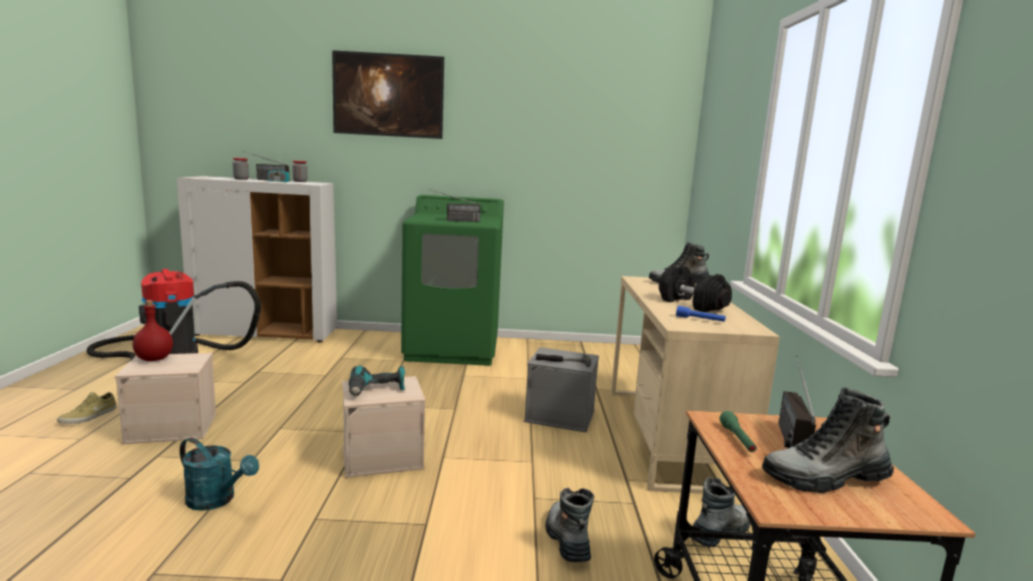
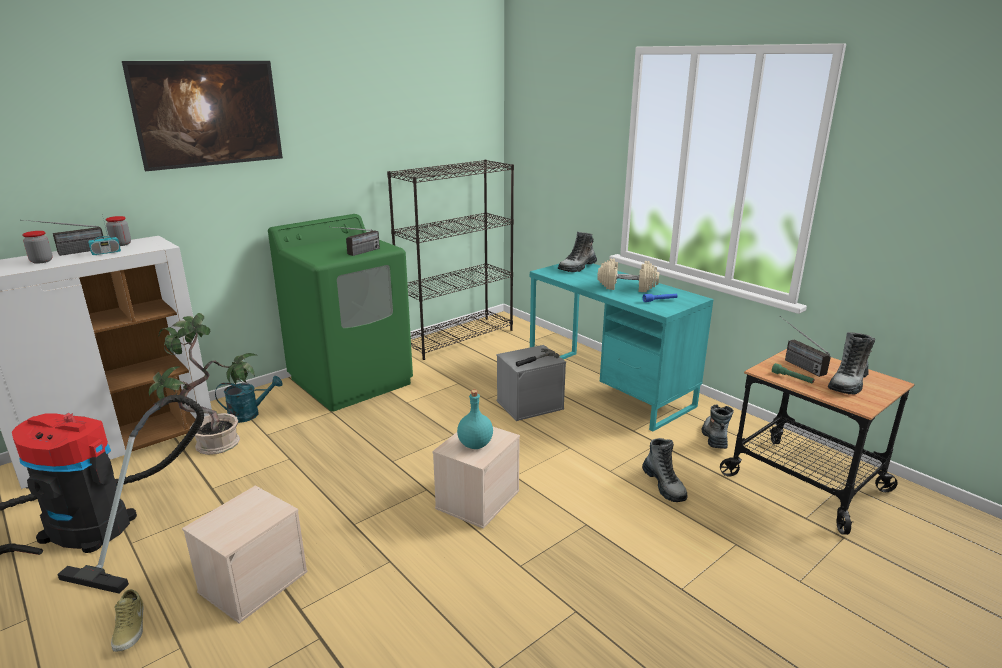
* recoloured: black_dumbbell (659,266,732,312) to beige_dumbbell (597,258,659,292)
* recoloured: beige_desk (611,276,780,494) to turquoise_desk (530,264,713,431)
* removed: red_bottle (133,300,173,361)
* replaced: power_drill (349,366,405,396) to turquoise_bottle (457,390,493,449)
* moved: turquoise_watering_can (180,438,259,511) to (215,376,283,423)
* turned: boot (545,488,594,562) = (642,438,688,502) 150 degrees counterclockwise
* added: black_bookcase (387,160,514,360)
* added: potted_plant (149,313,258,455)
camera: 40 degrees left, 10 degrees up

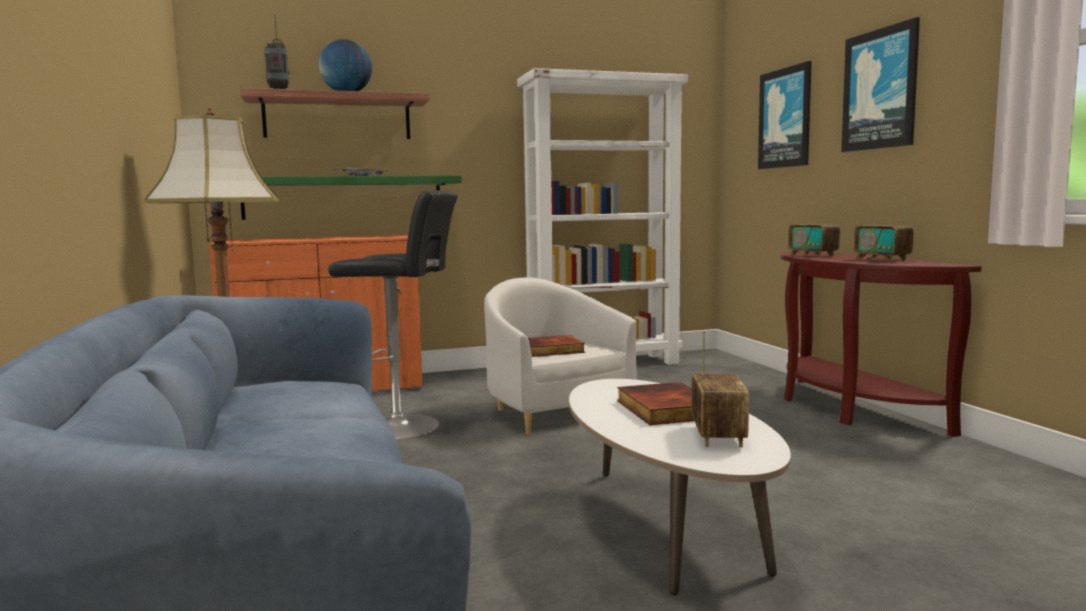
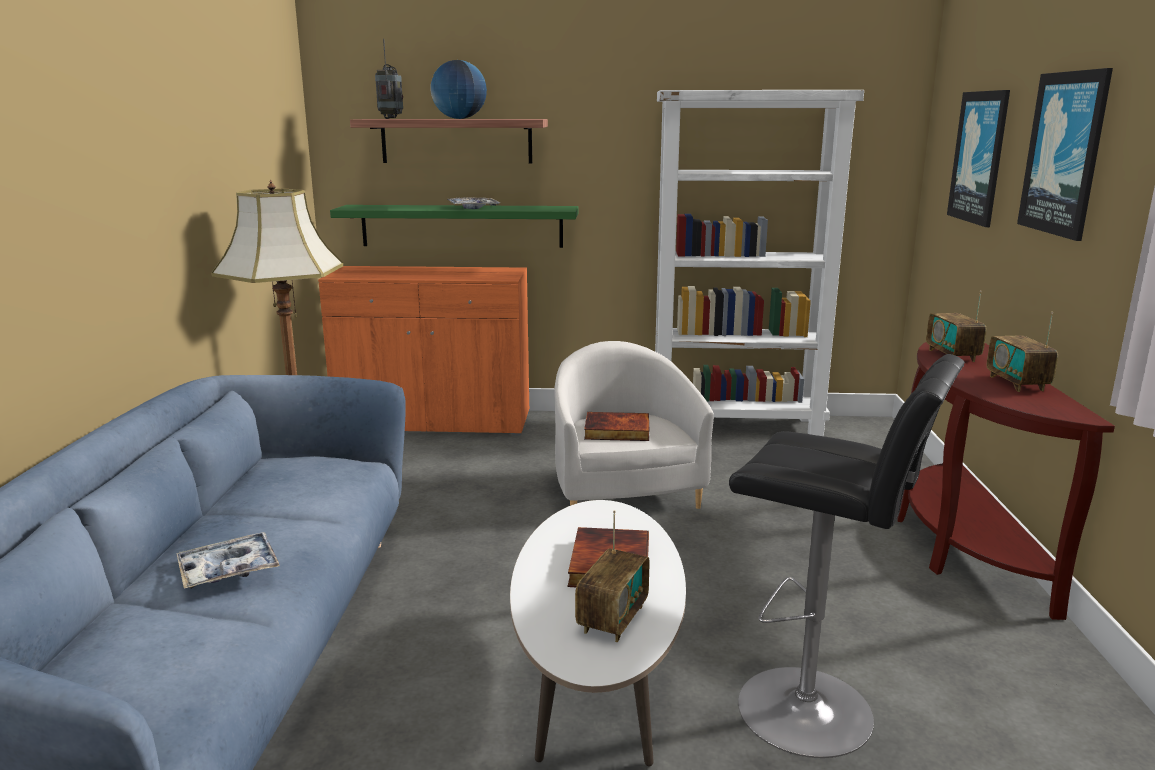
* moved: black_stool (328,190,458,440) to (729,354,965,758)
* added: tray (176,532,280,589)
camera: 20 degrees right, 10 degrees up

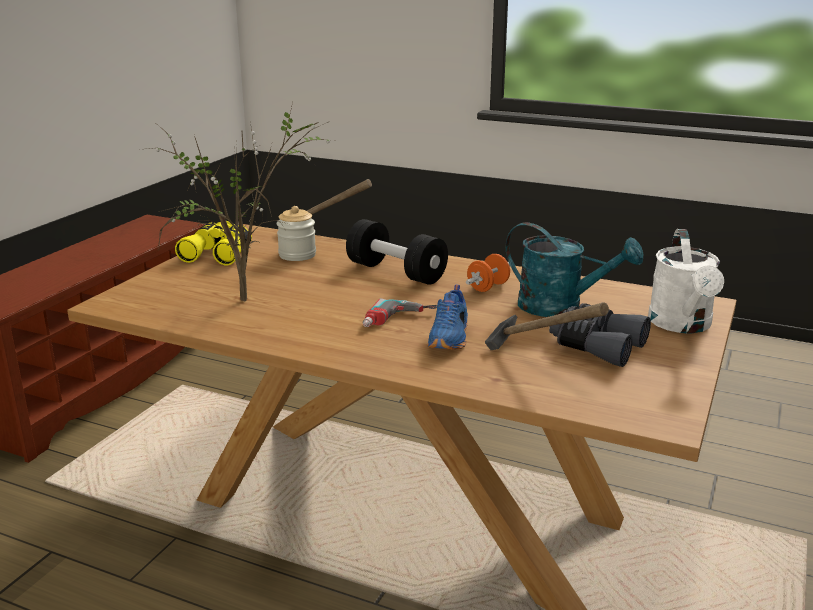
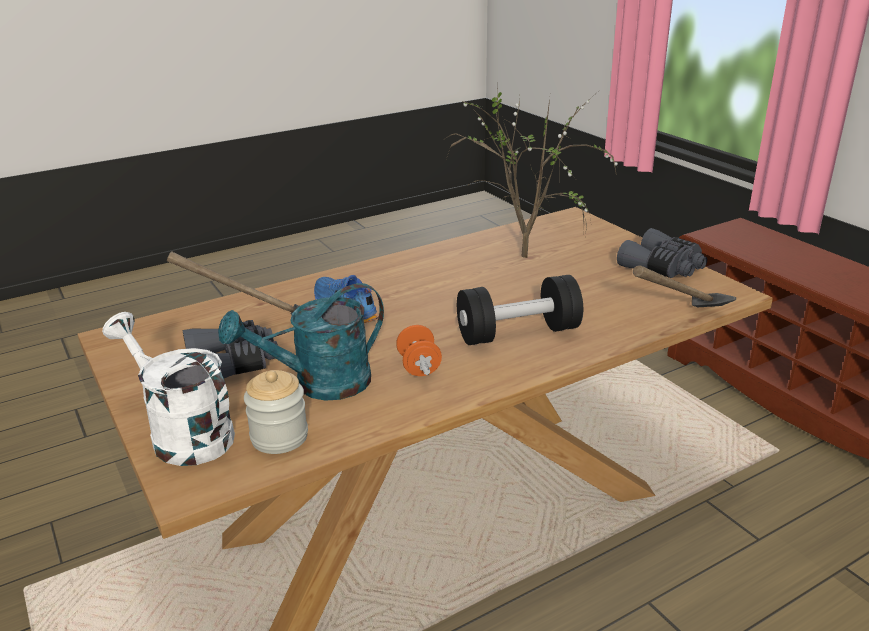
* moved: jar (277,206,316,261) to (244,370,308,454)
* recoloured: yellow_binoculars (175,221,252,265) to grey_binoculars (617,228,707,278)
* removed: power_drill (363,298,437,327)
camera: 125 degrees right, 5 degrees up

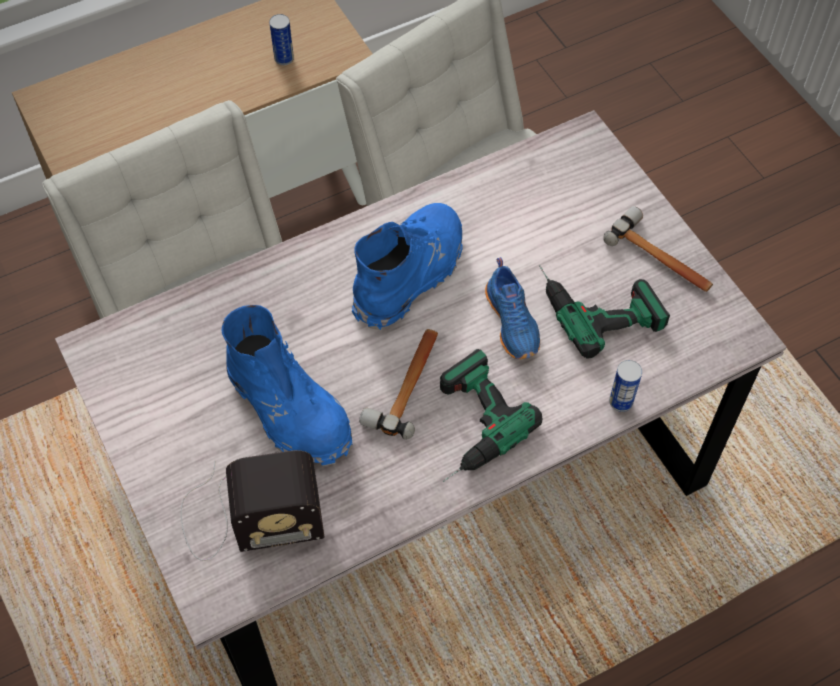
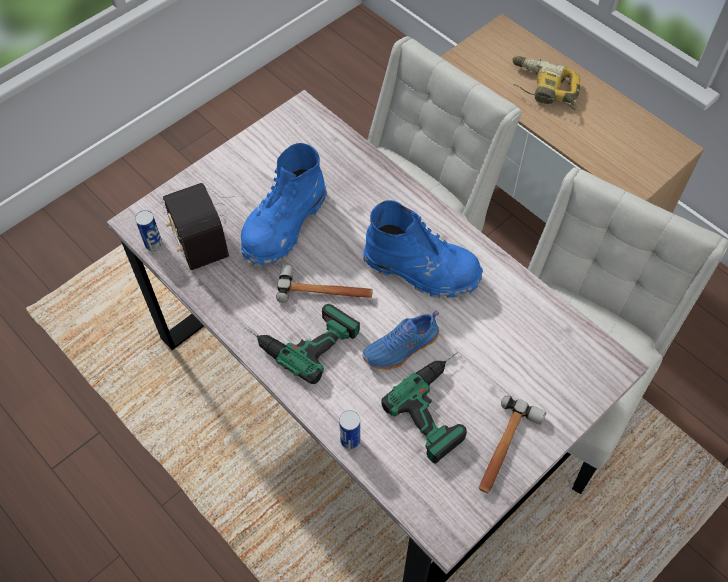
* moved: can (269,14,294,65) to (135,210,162,251)
* added: power_drill (512,56,580,110)
camera: 75 degrees right, 0 degrees up

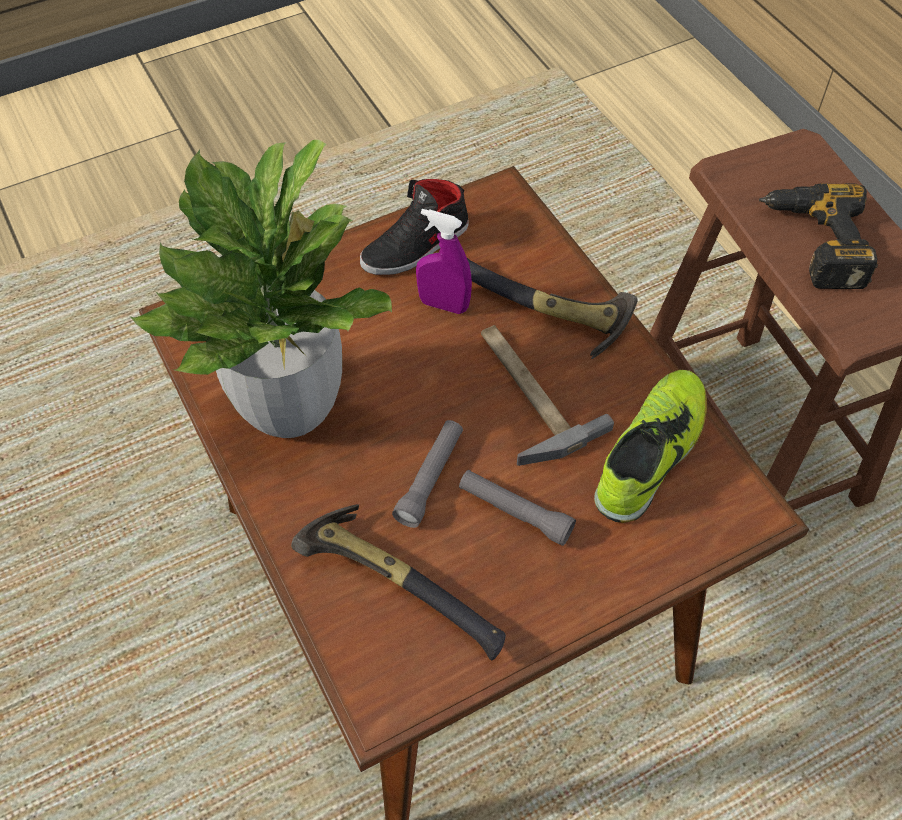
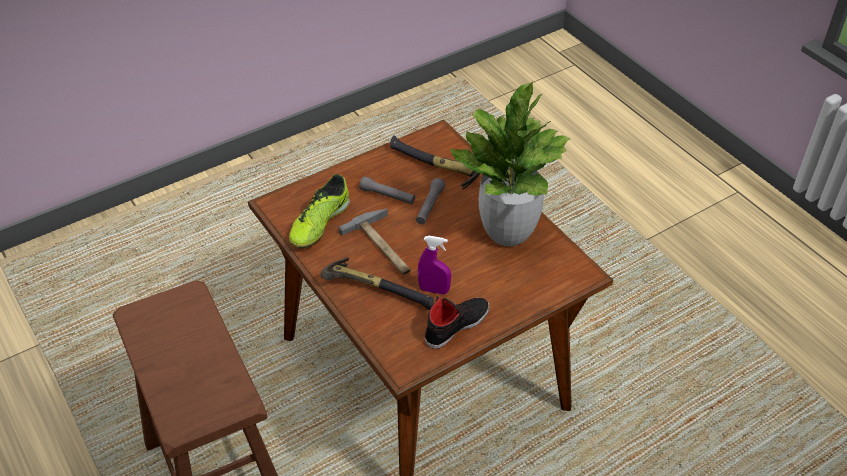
* removed: power_drill (759,183,878,289)
camera: 175 degrees right, 10 degrees down

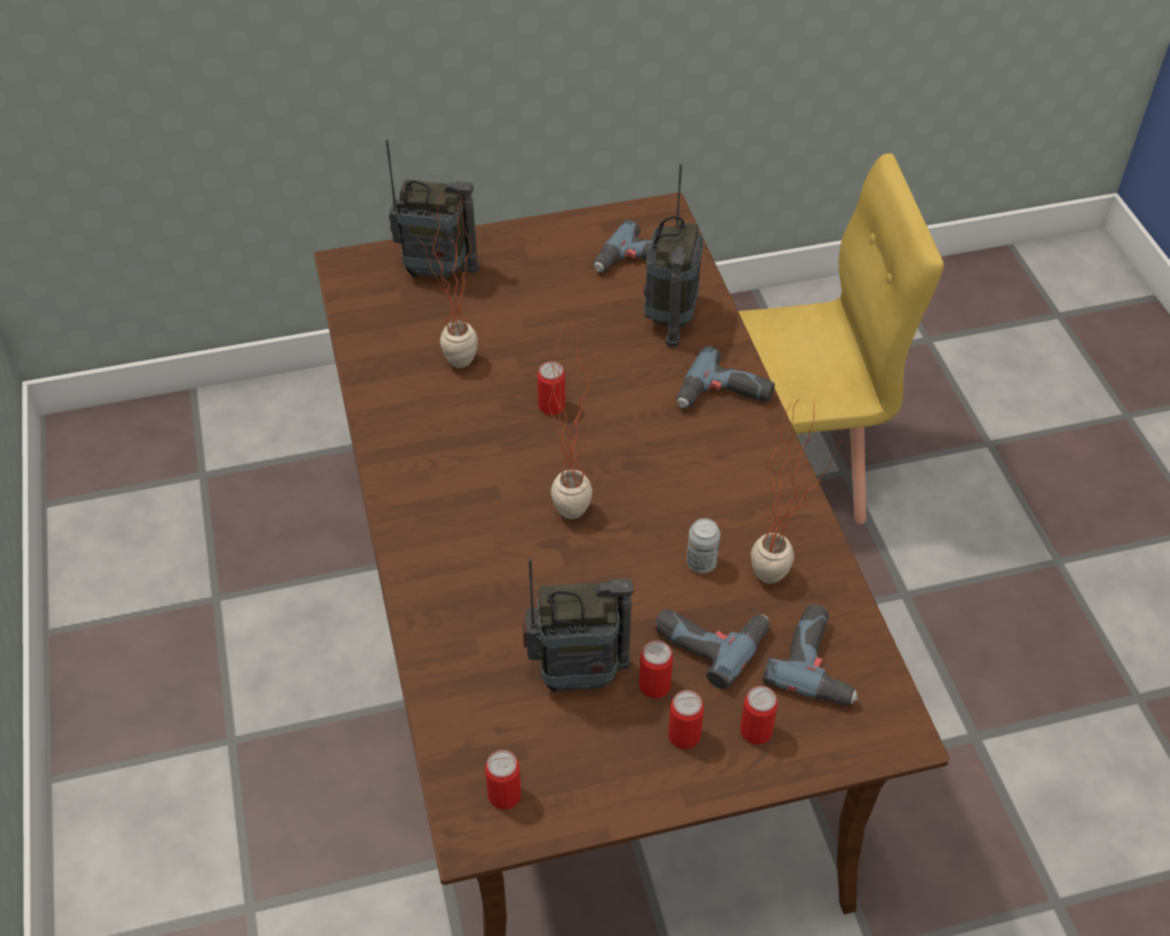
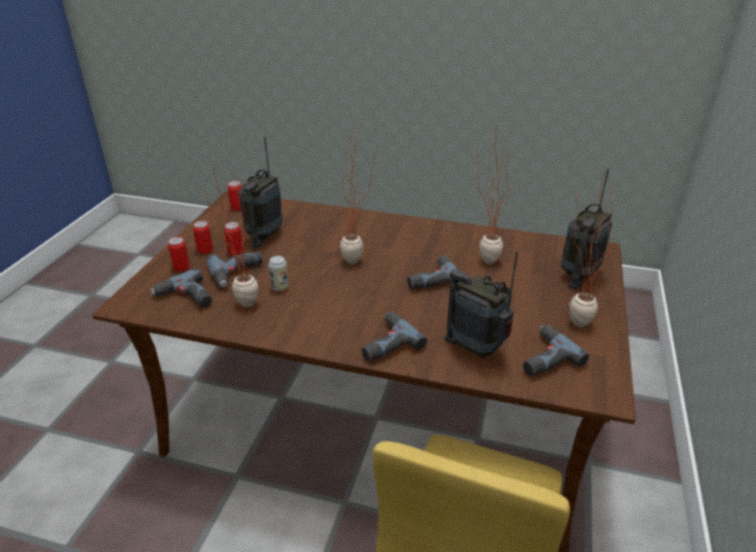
* replaced: can (537,361,566,415) to power_drill (407,255,459,289)
* added: potted_plant (569,175,619,327)
camera: 120 degrees right, 15 degrees down

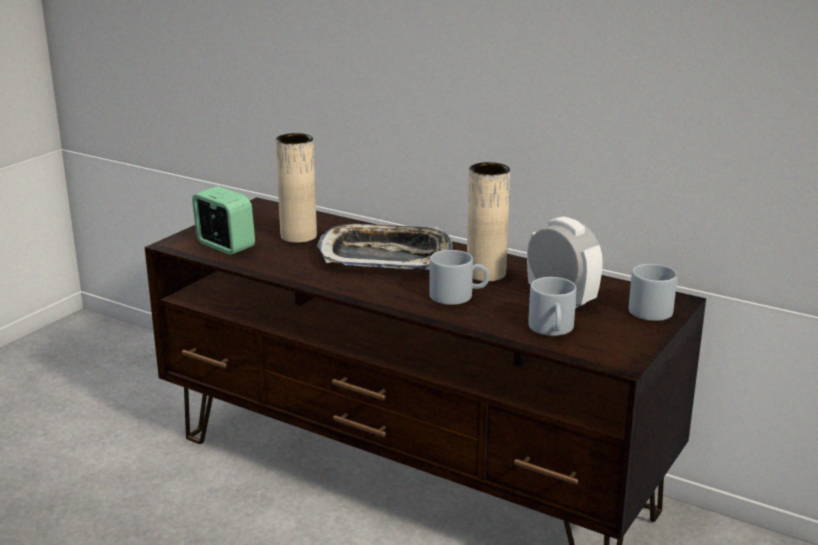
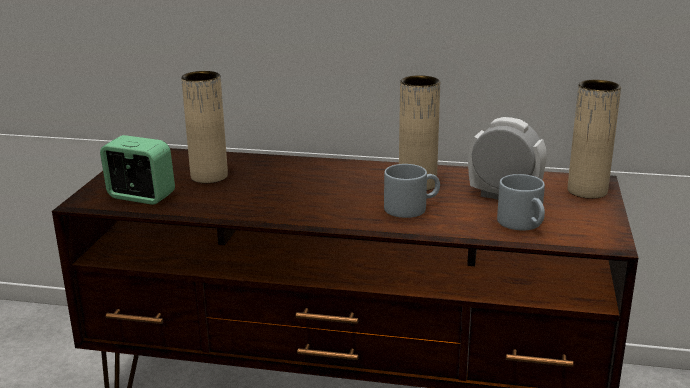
* removed: tray (317,224,453,270)
* replaced: grey_mug (629,264,677,321) to beige_vase (568,80,621,199)
camera: 20 degrees left, 0 degrees up

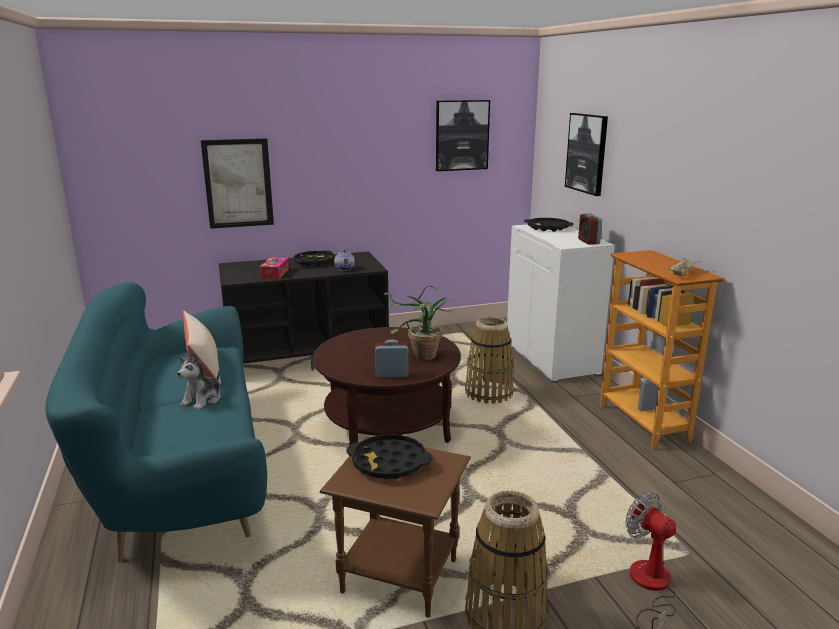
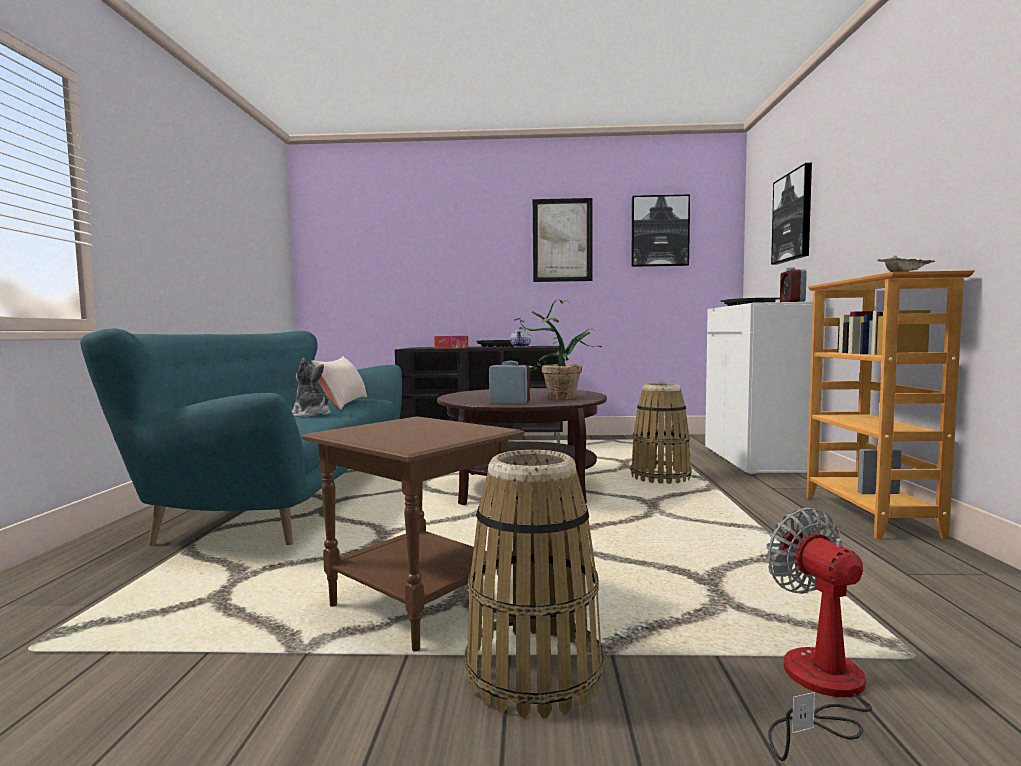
* moved: picture (201,138,274,229) to (533,198,593,282)
* turned: plush_toy (177,353,221,410) = (292,358,331,417) 90 degrees clockwise
* removed: black_tray (346,434,433,479)
camera: 20 degrees right, 15 degrees down

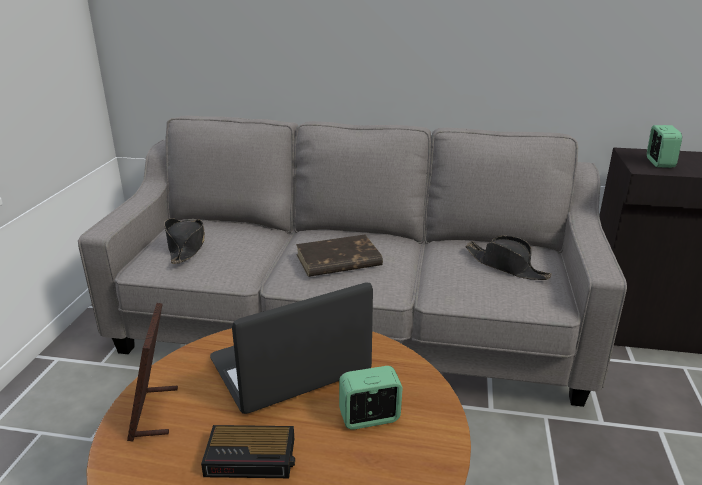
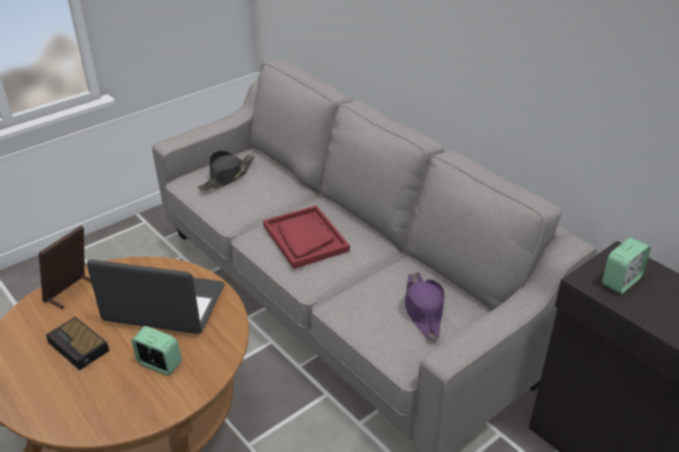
* replaced: brown_book (296,235,383,277) to red_tray (263,205,350,269)
* recoloured: black_hat (465,236,552,280) to purple_hat (405,272,445,340)
camera: 40 degrees right, 10 degrees up

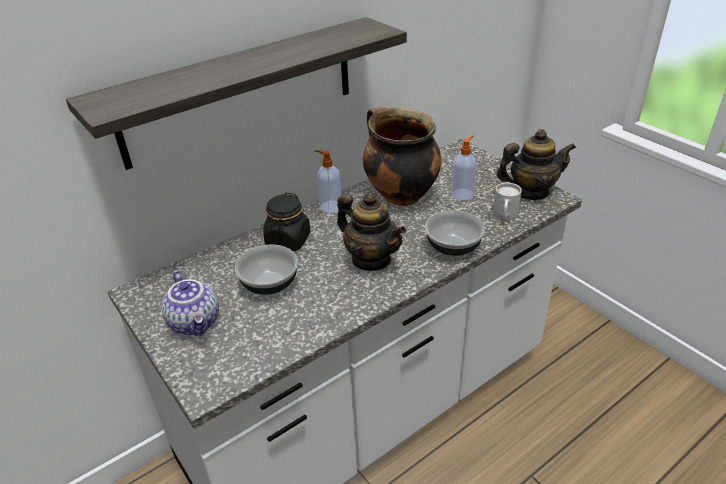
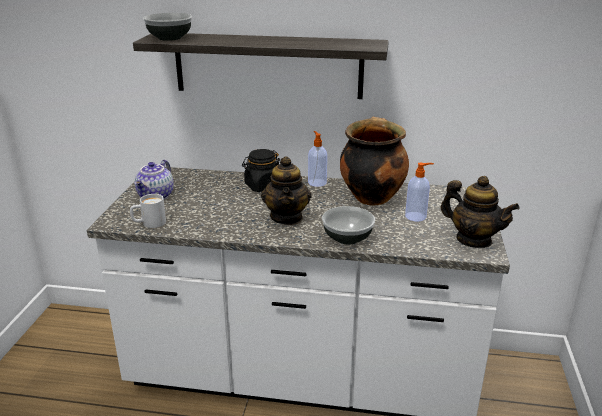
* moved: white_mug (493,183,522,221) to (130,194,166,228)
* moved: bowl (235,245,298,295) to (143,13,192,41)
camera: 45 degrees right, 10 degrees down

